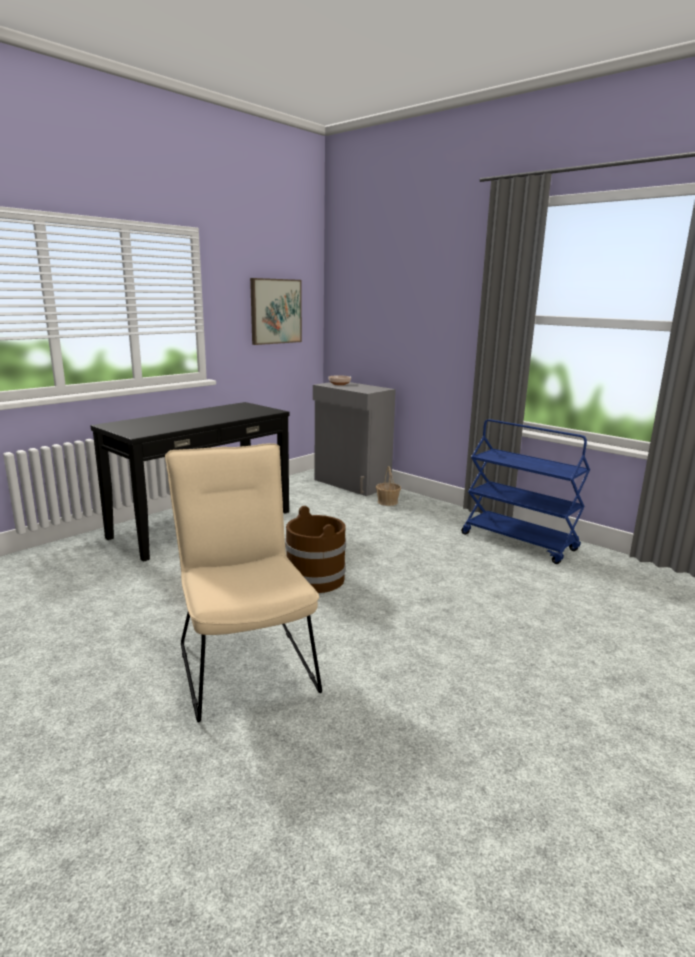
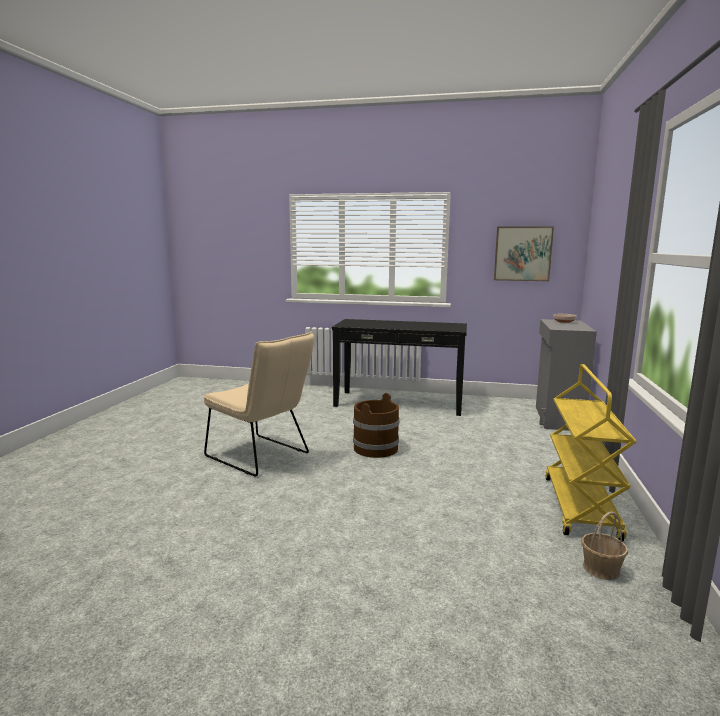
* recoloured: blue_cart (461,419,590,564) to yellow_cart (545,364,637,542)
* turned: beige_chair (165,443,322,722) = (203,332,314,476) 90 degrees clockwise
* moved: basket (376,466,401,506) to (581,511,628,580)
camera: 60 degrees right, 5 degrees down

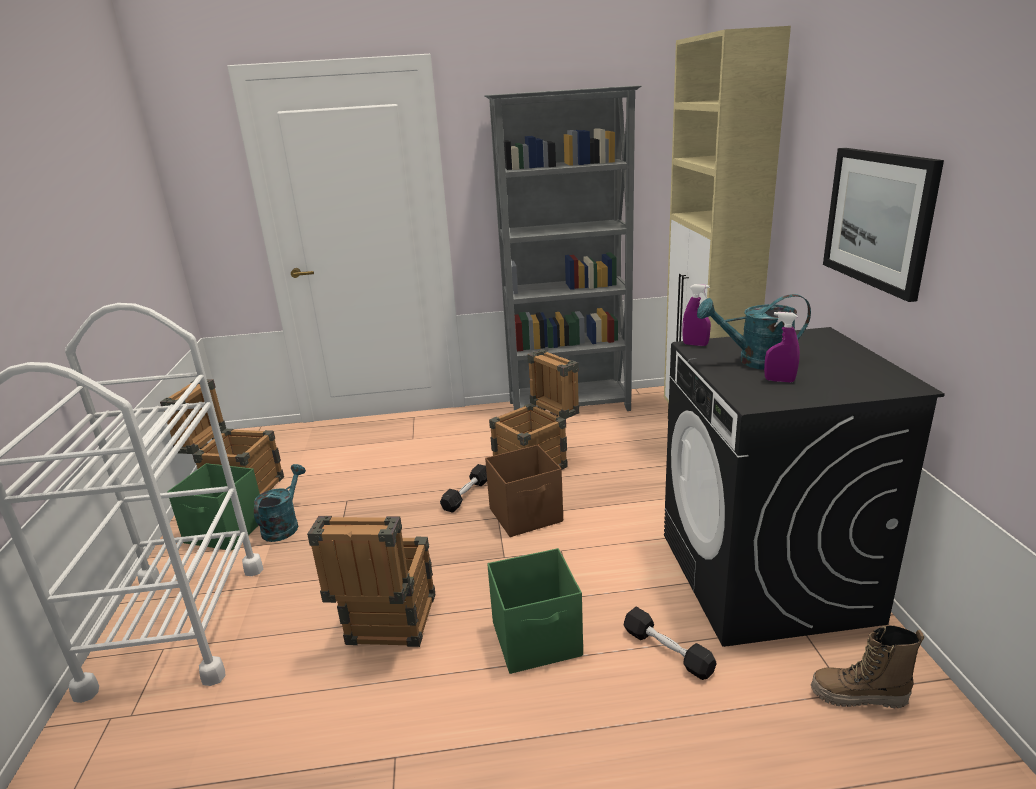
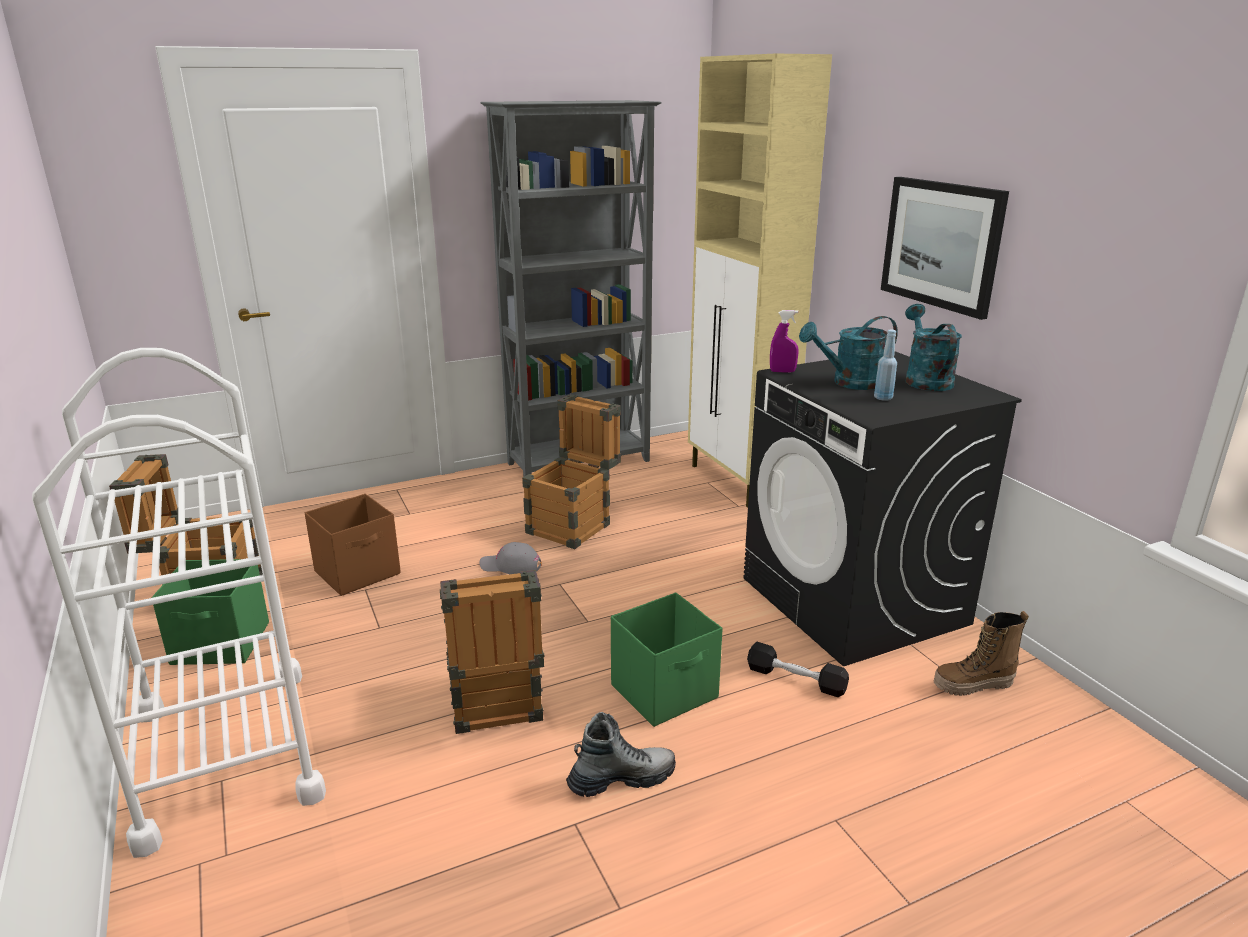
* replaced: purple_spray_bottle (764,312,800,382) to blue_bottle (874,329,897,401)
* moved: brown_storage_box (485,445,563,537) to (305,494,401,596)
* moved: turquoise_watering_can (254,464,306,542) to (905,304,962,391)
* replaced: black_dumbbell (440,464,487,513) to grey_cap (479,542,542,574)
* added: boot (566,712,676,797)
camera: 20 degrees left, 0 degrees up

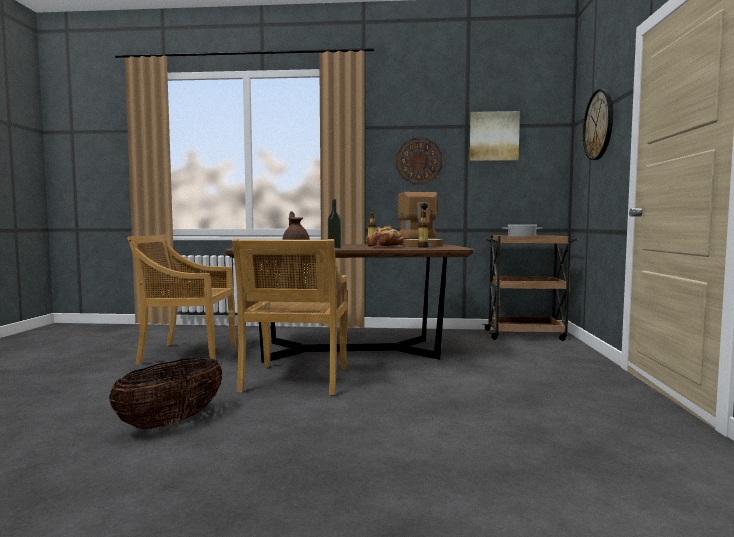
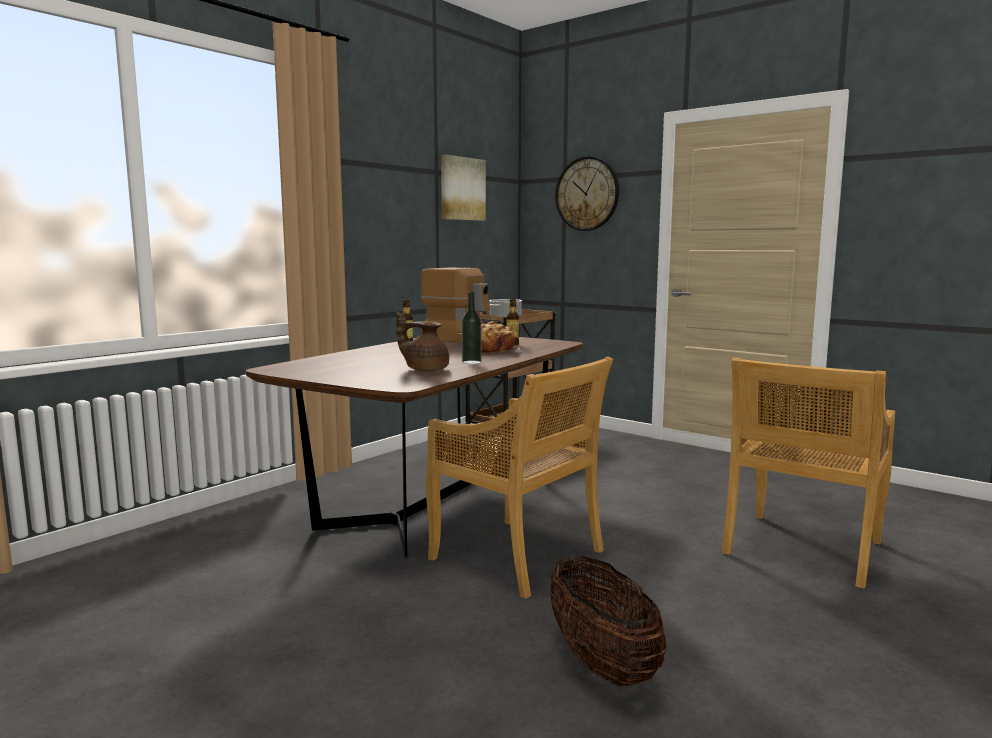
* removed: wall_clock (396,138,443,185)
* moved: beige_chair (127,235,236,364) to (722,358,895,589)
camera: 55 degrees left, 5 degrees up

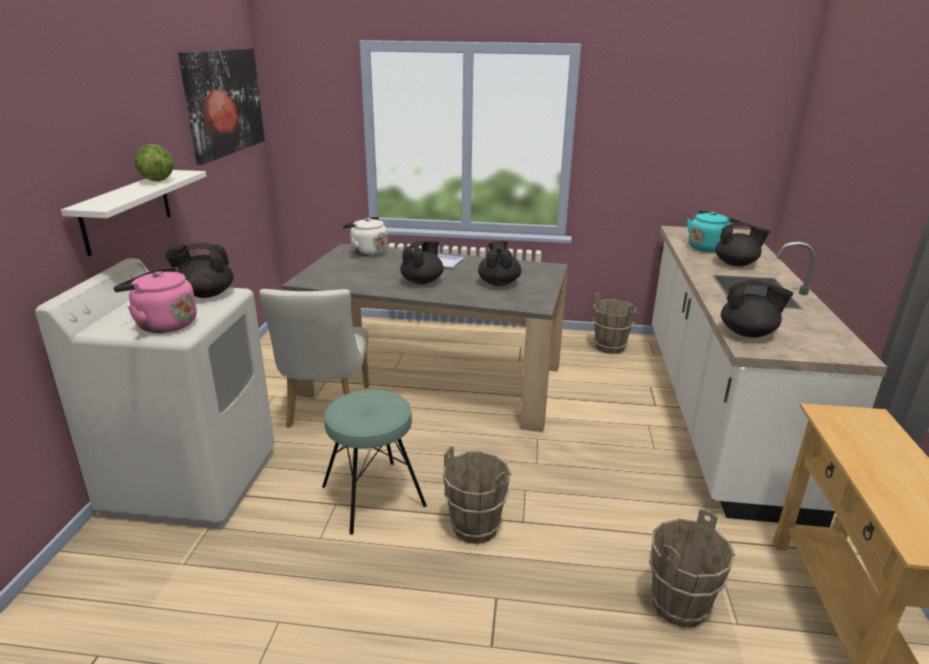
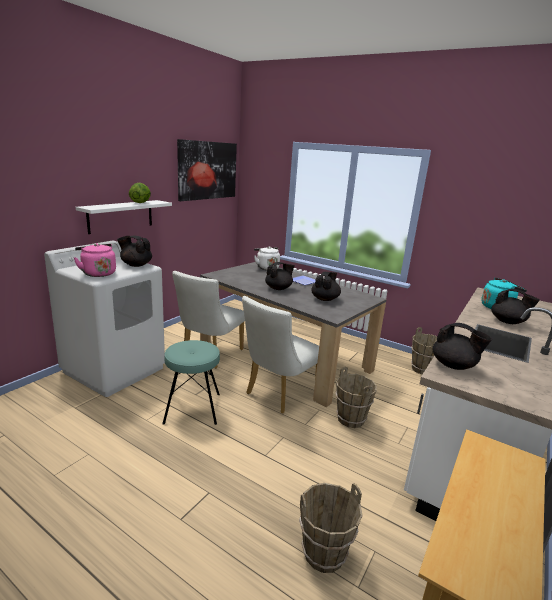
* moved: brown_bucket (443,447,511,544) to (335,367,377,428)
* added: white_chair (242,296,319,414)
camera: 25 degrees right, 5 degrees down

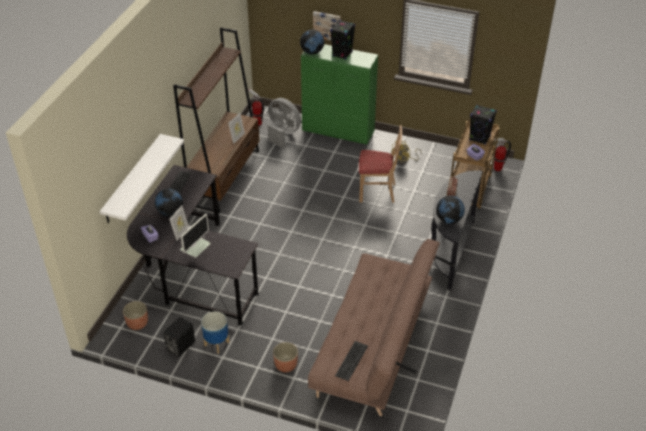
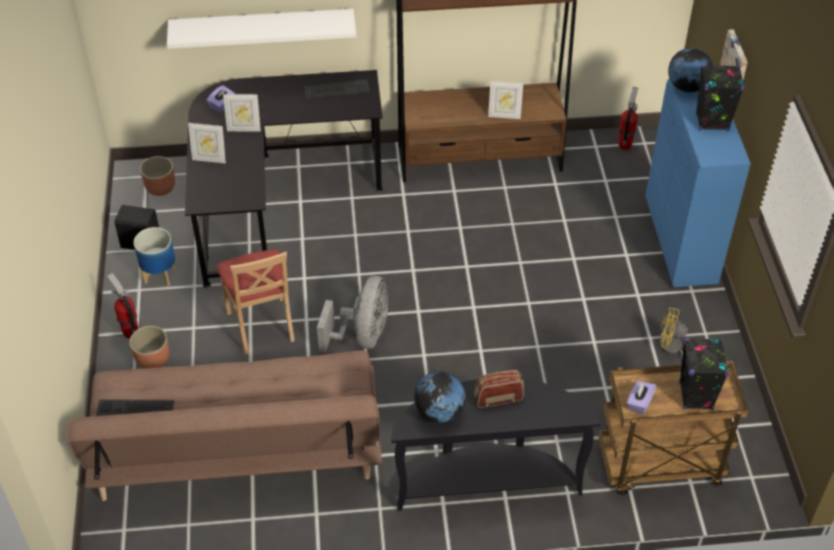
* recoloured: green_cabinet (301,44,378,145) to blue_cabinet (646,78,751,287)
* moved: grey_fan (268,98,301,148) to (317,276,388,353)
* moved: beige_chair (359,125,402,203) to (216,249,295,354)
* moved: fire_extinguisher (494,138,511,171) to (107,273,138,339)
* removed: globe (155,188,183,216)
* replaced: monitor (180,214,211,257) to picture_frame (188,123,226,163)
camera: 65 degrees right, 5 degrees up

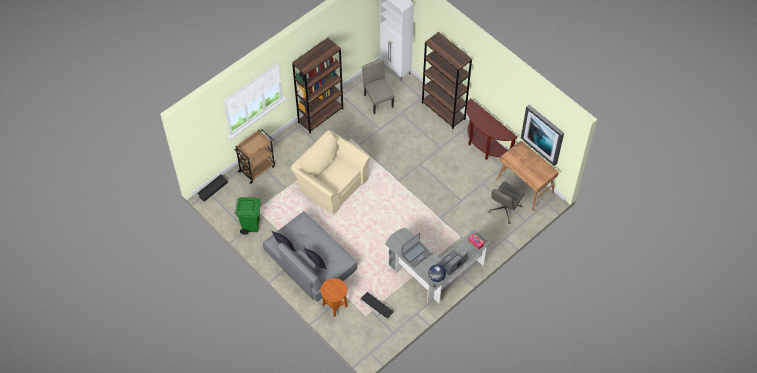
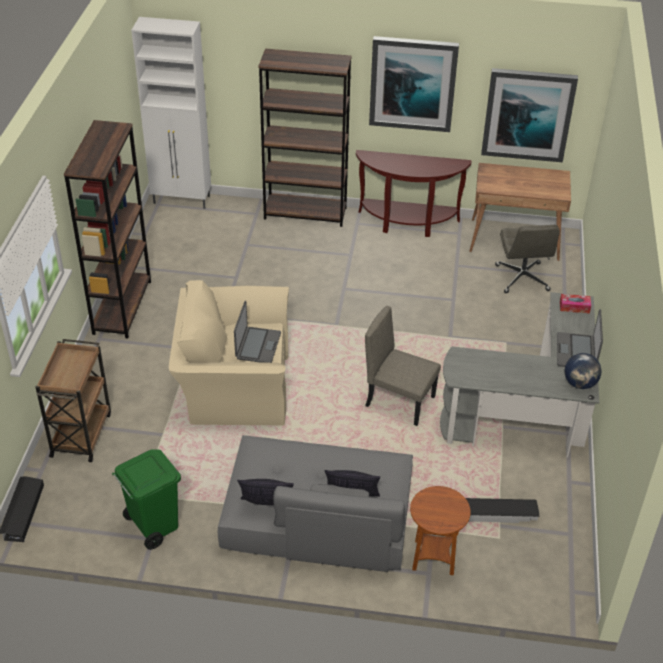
* moved: beige_chair (362,59,395,114) to (365,306,441,426)
* moved: laptop (402,233,431,268) to (234,300,281,363)
* added: picture (369,36,459,132)
camera: 40 degrees left, 15 degrees down

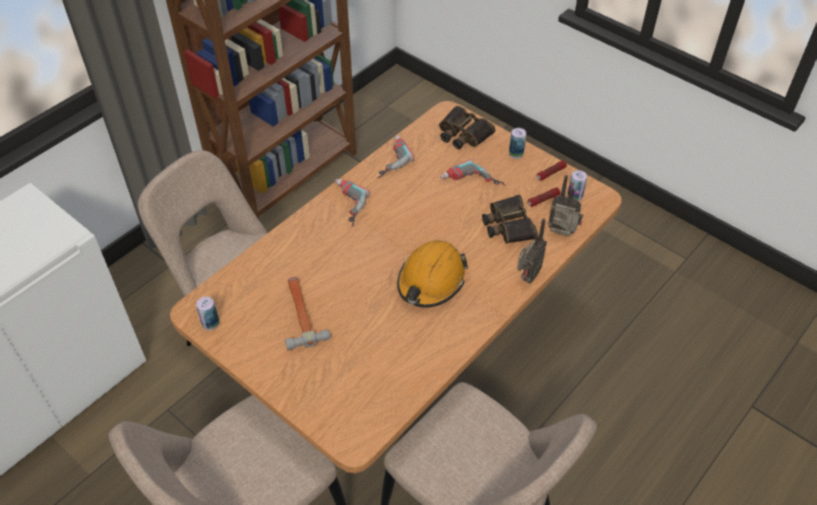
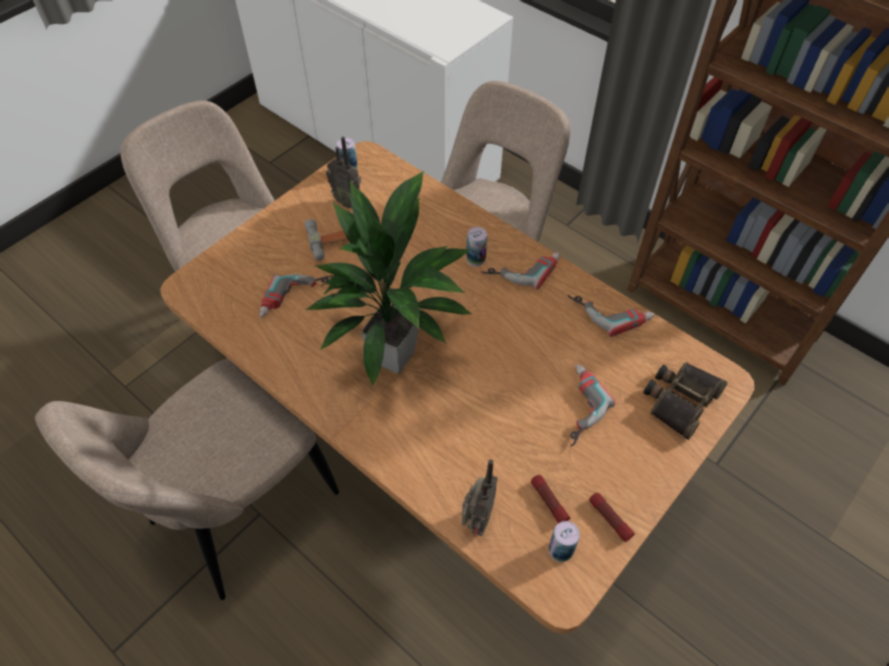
* moved: can (509,128,526,159) to (466,227,487,267)
* removed: binoculars (482,195,538,244)
* moved: radio (517,218,547,283) to (326,137,361,208)
* replaced: orange_hard_hat (397,240,468,307) to potted_plant (305,171,473,387)
* added: power_drill (259,274,333,317)
camera: 90 degrees right, 5 degrees up

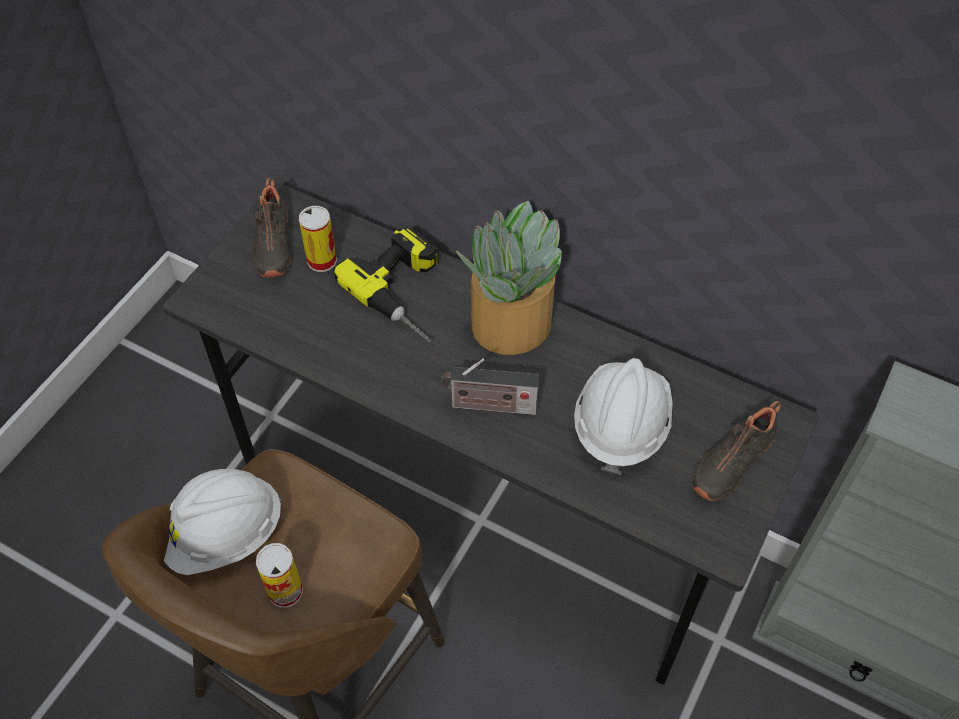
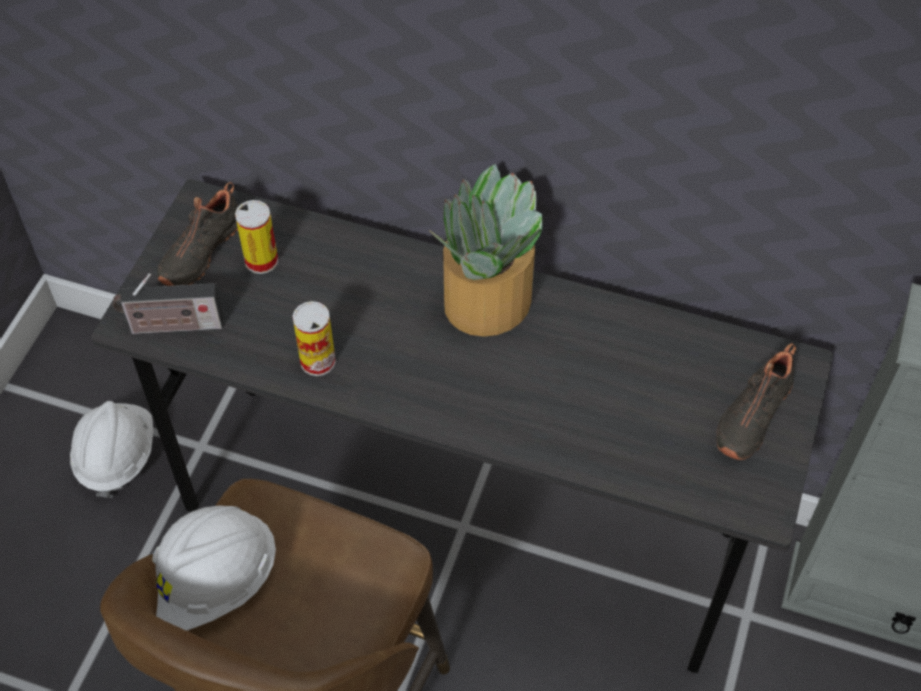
* turned: black_shoe (251,178,291,277) = (157,182,238,286) 45 degrees clockwise
* removed: power_drill (334,227,439,342)
* moved: radio (442,358,540,415) to (113,273,223,334)
* moved: white_hard_hat (574,358,673,475) to (70,401,153,498)
* moved: can (256,543,303,608) to (293,301,336,376)
camera: 10 degrees left, 0 degrees up

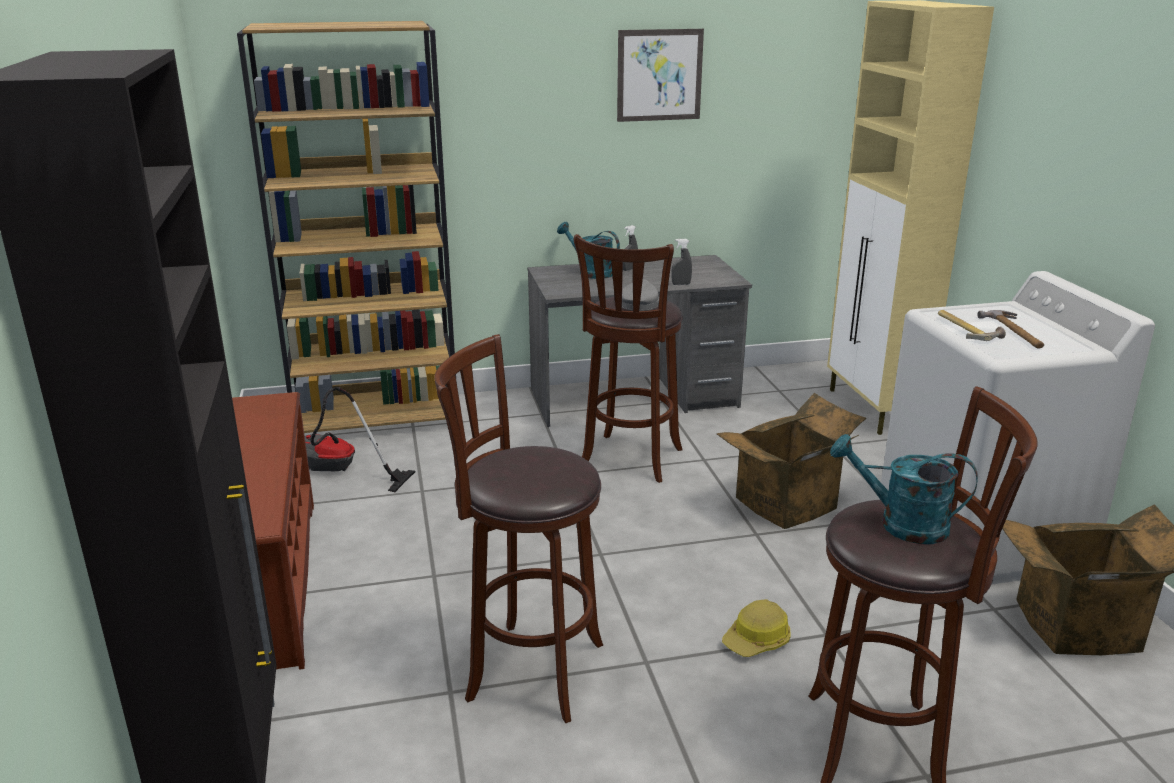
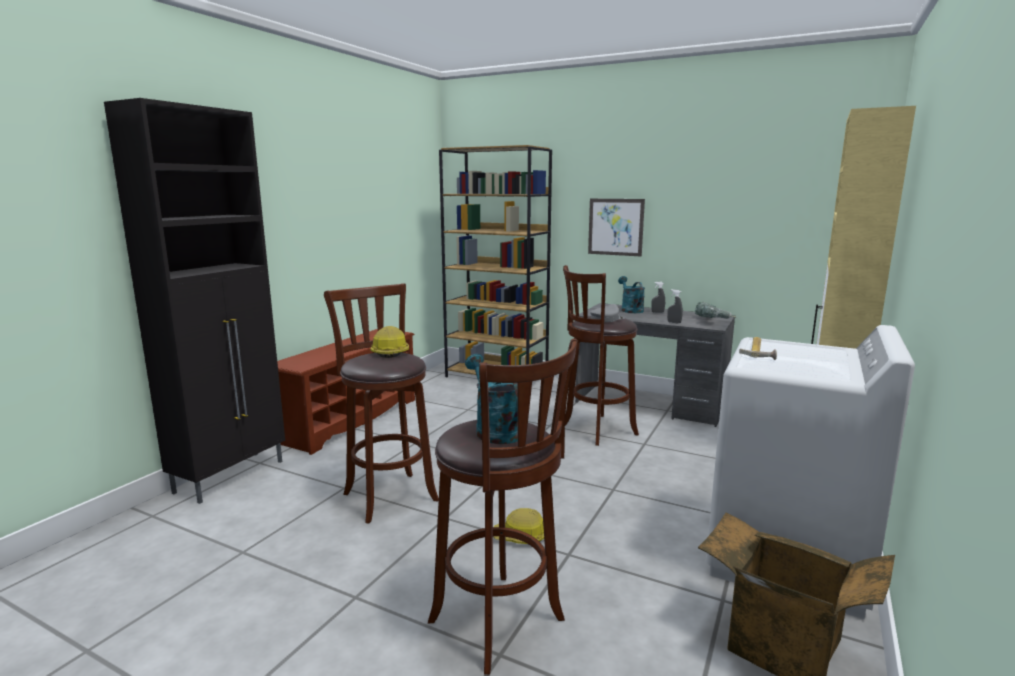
* moved: picture (617,29,704,122) to (588,199,645,256)
* removed: hammer (977,310,1044,348)
* removed: vacuum_cleaner (305,387,415,492)
* removed: cardboard_box (716,393,866,529)
* added: power_drill (695,302,736,319)
* added: hard_hat (370,326,409,358)
camera: 40 degrees right, 10 degrees down

